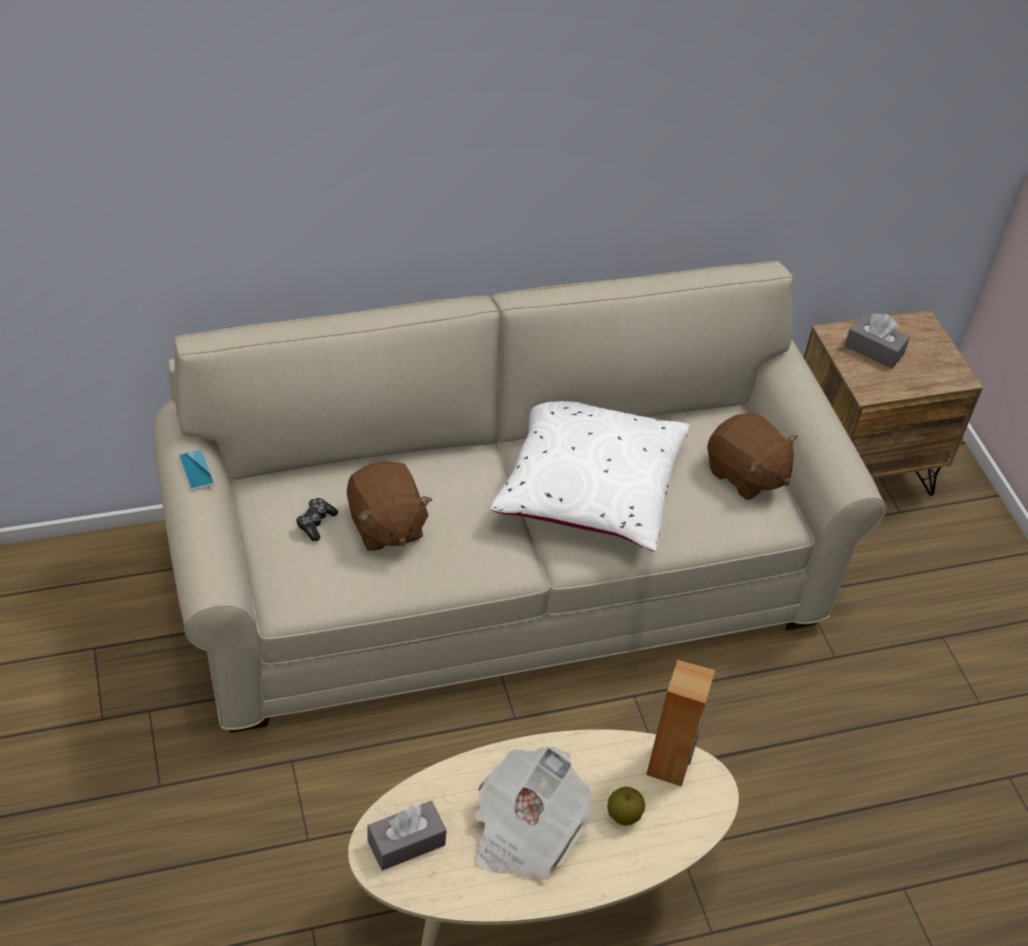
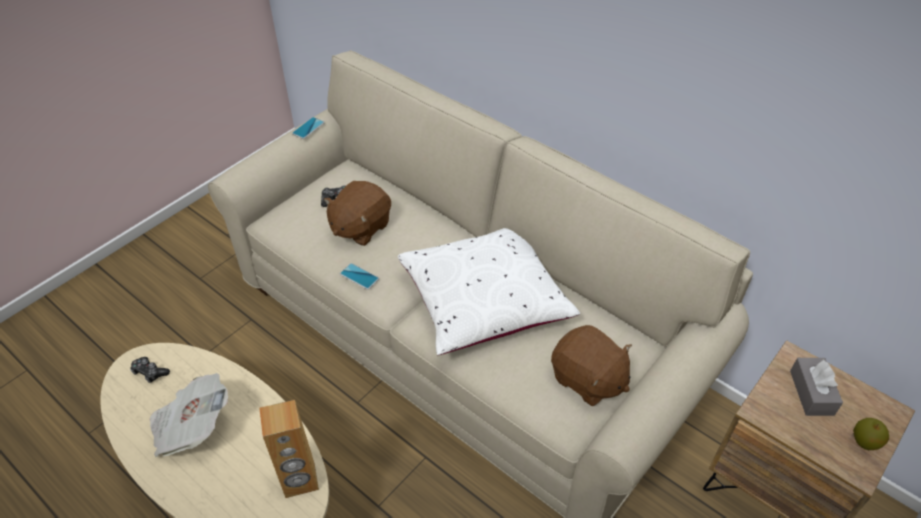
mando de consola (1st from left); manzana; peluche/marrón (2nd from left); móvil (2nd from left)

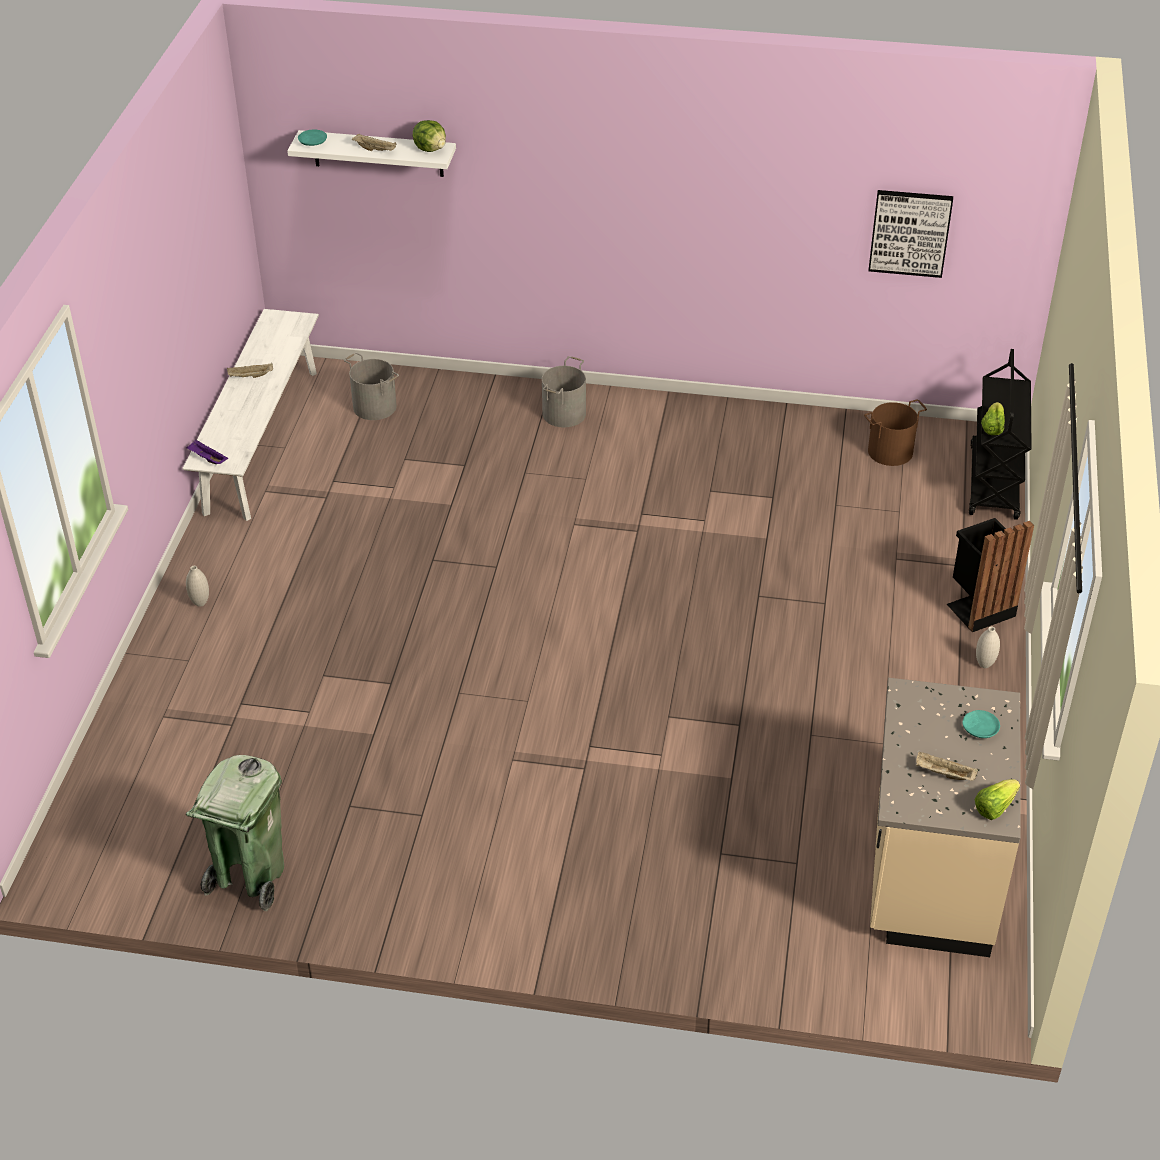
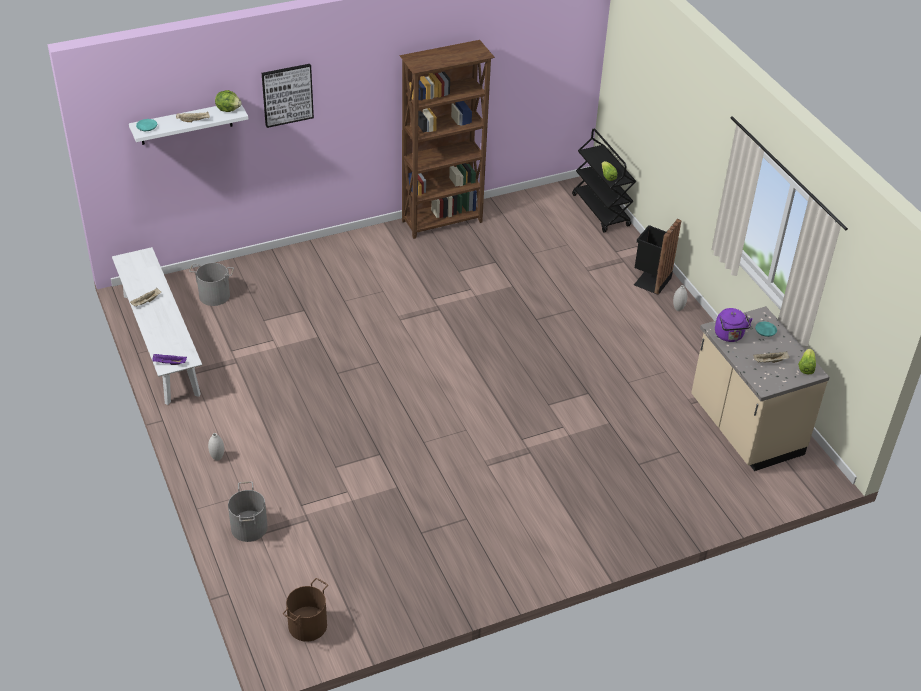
papelera/verde; cubo/gris (2nd from left); cubo/marrón; cuadro; estantería/marrón; hervidor/morado

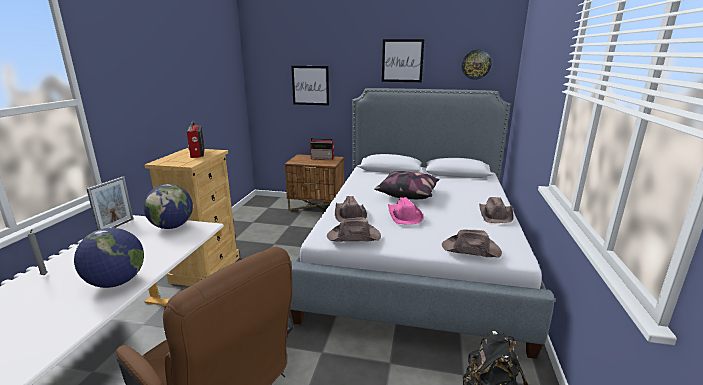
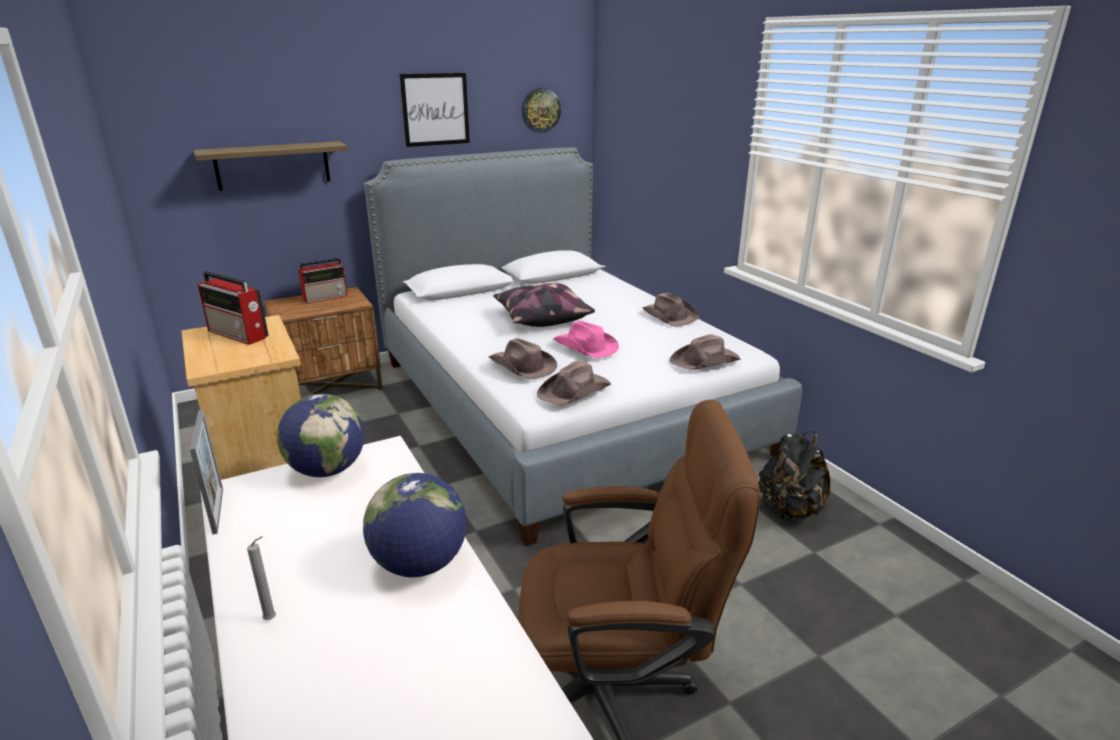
estante

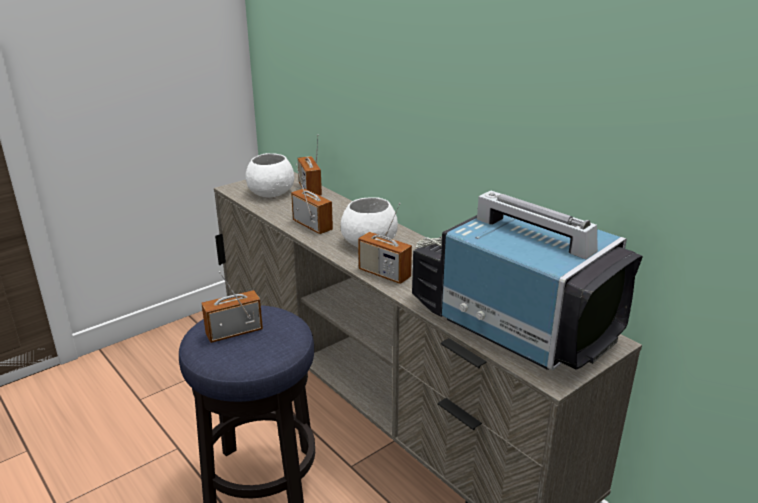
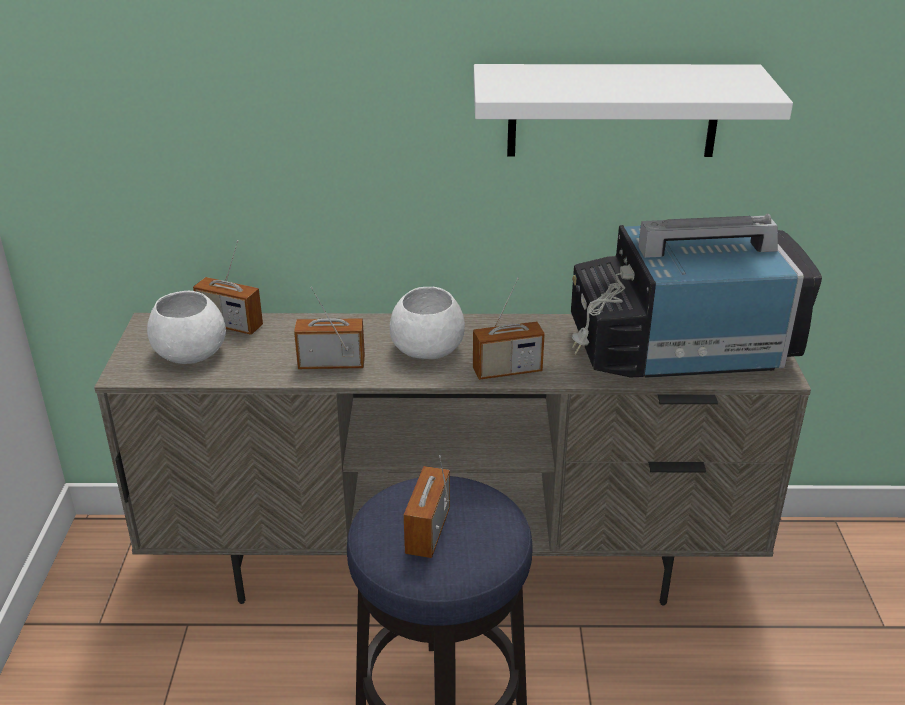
estante/blanco

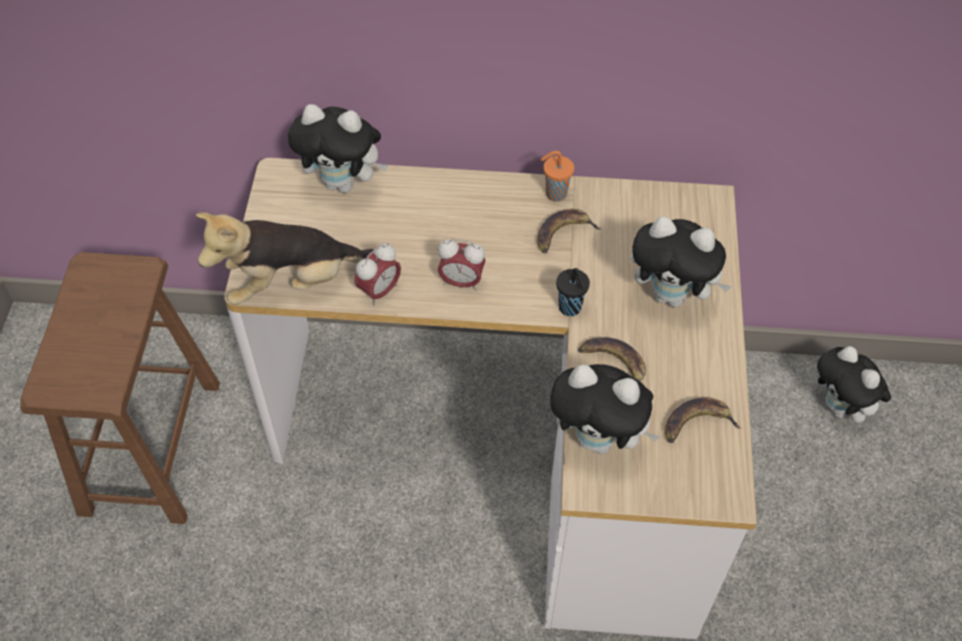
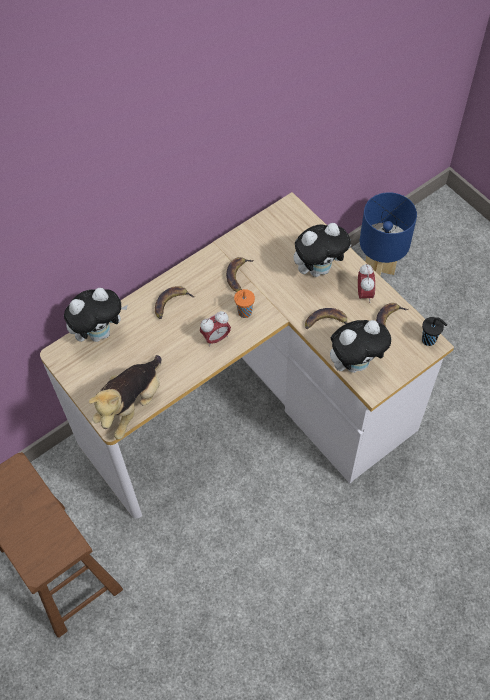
despertador (2nd from left); taza/naranja; taza/negro; lámpara de mesa/azul; plátano (1st from left)

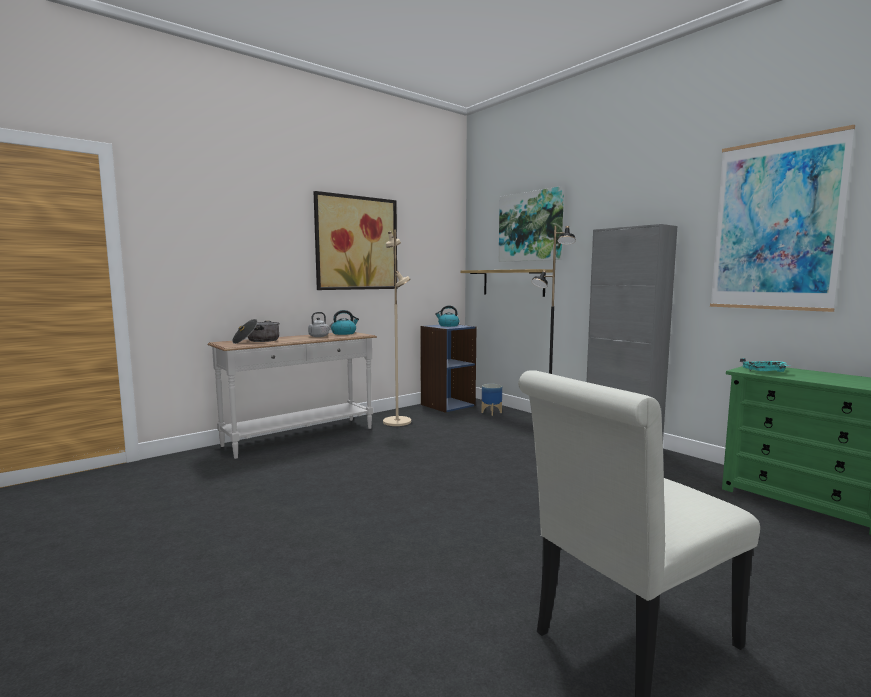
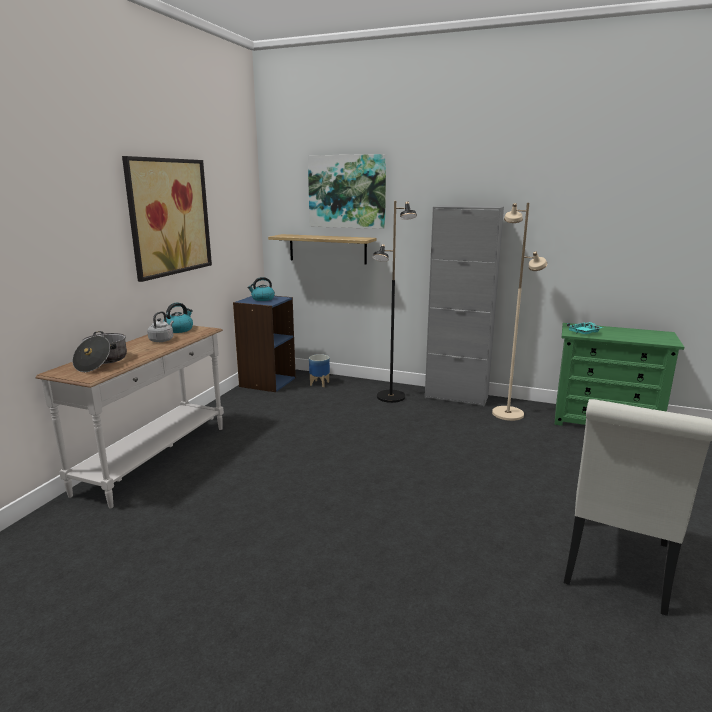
lámpara de pie/beis; cuadro (3rd from left in the first image)

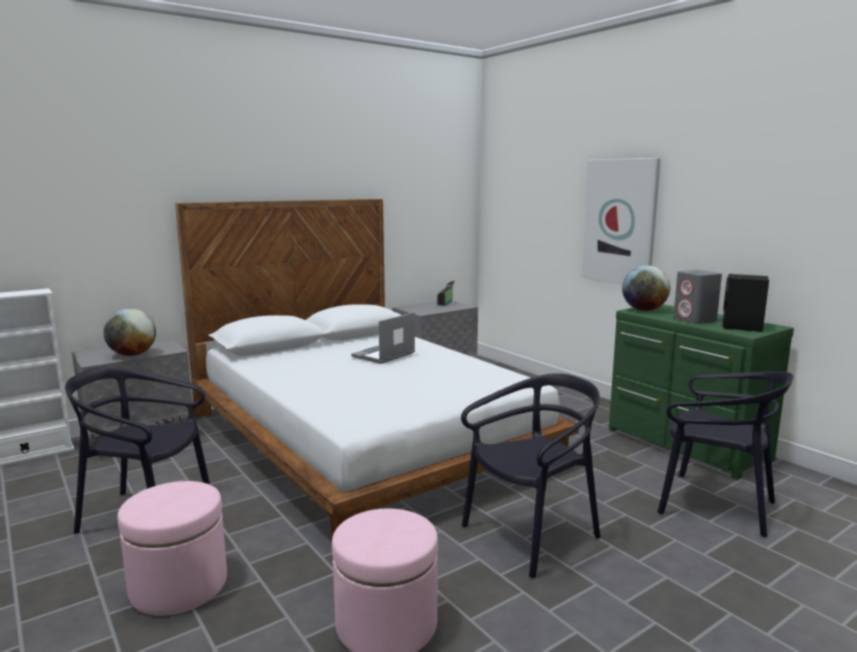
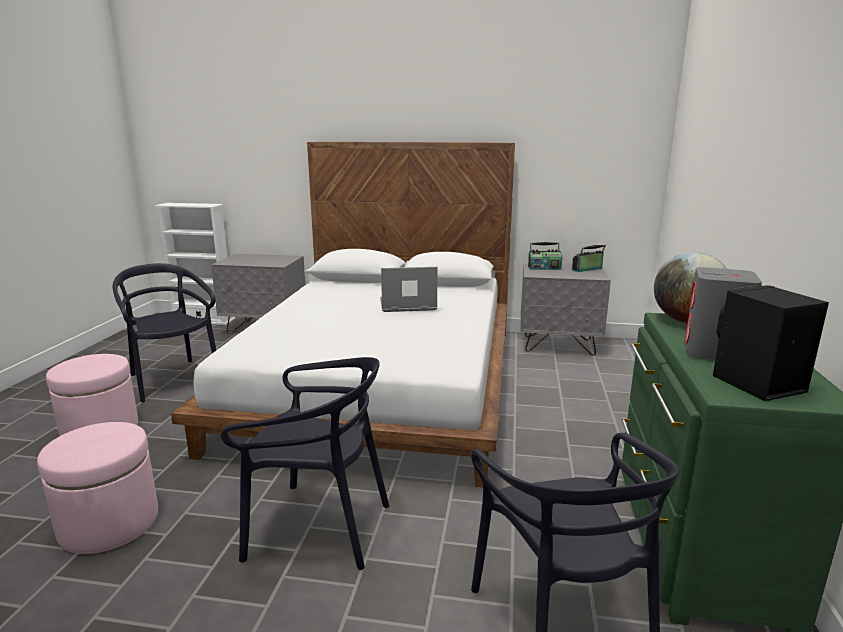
globo terráqueo (1st from left in the first image); cuadro; radio (1st from left)

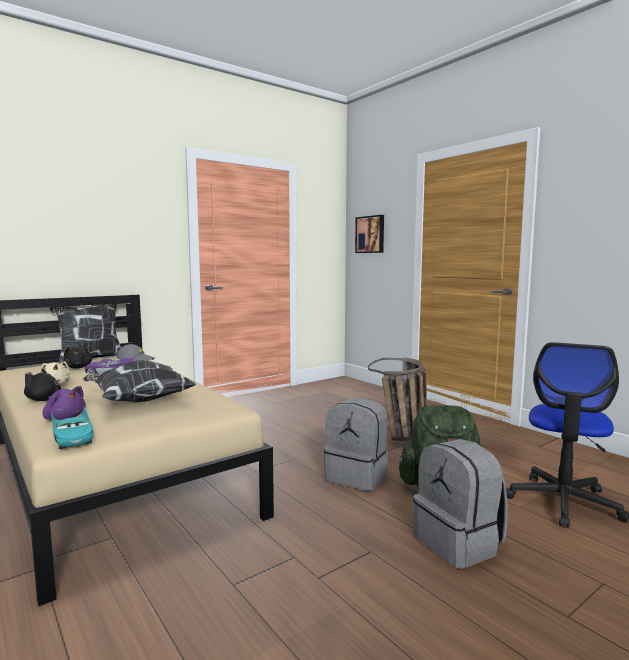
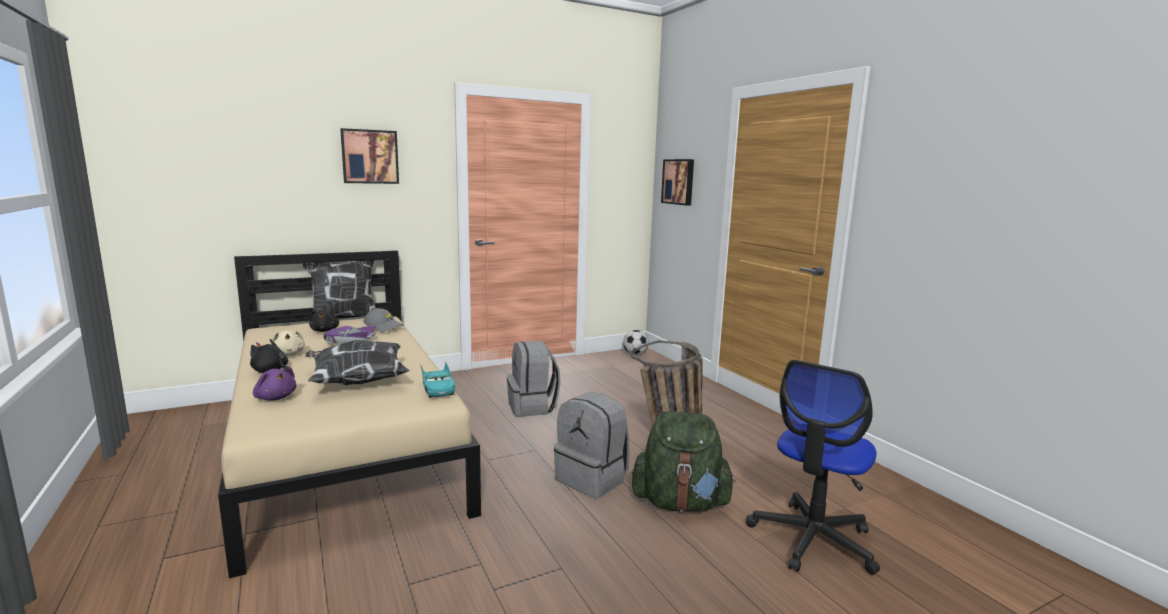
coche de juguete/turquesa; mochila/gris (1st from left); cuadro (1st from left); balón de fútbol

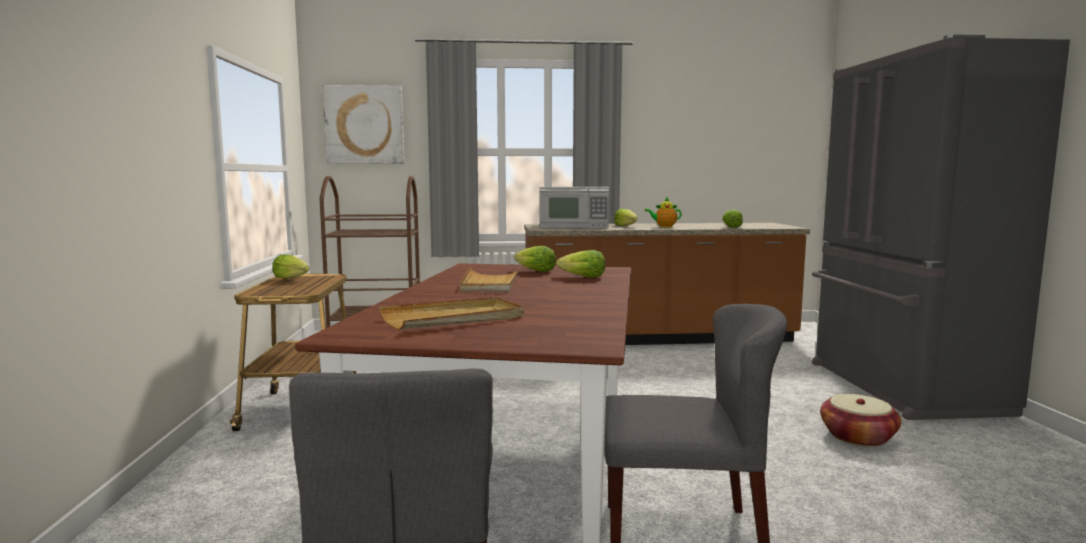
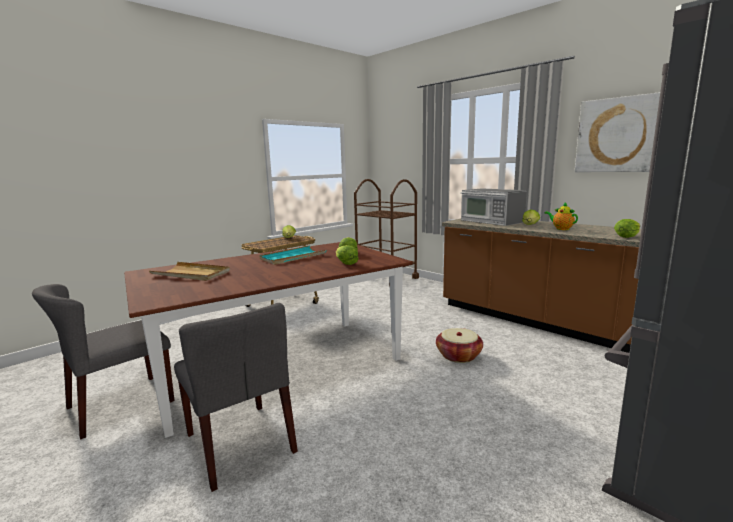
cuadro; bandeja/turquesa; cesta

